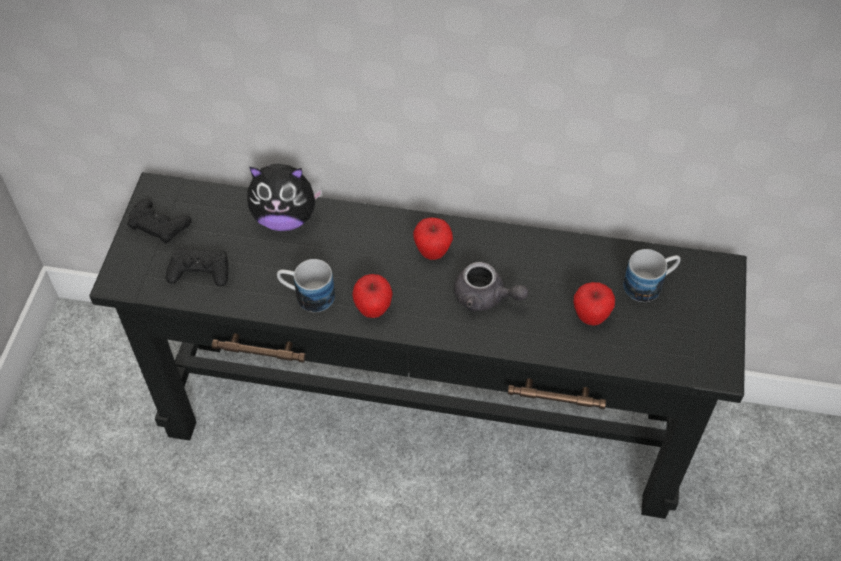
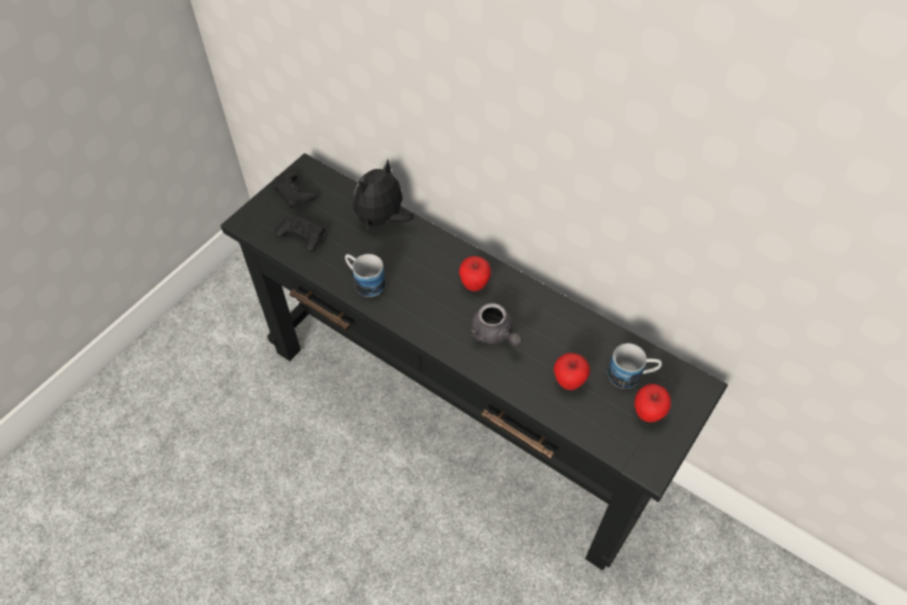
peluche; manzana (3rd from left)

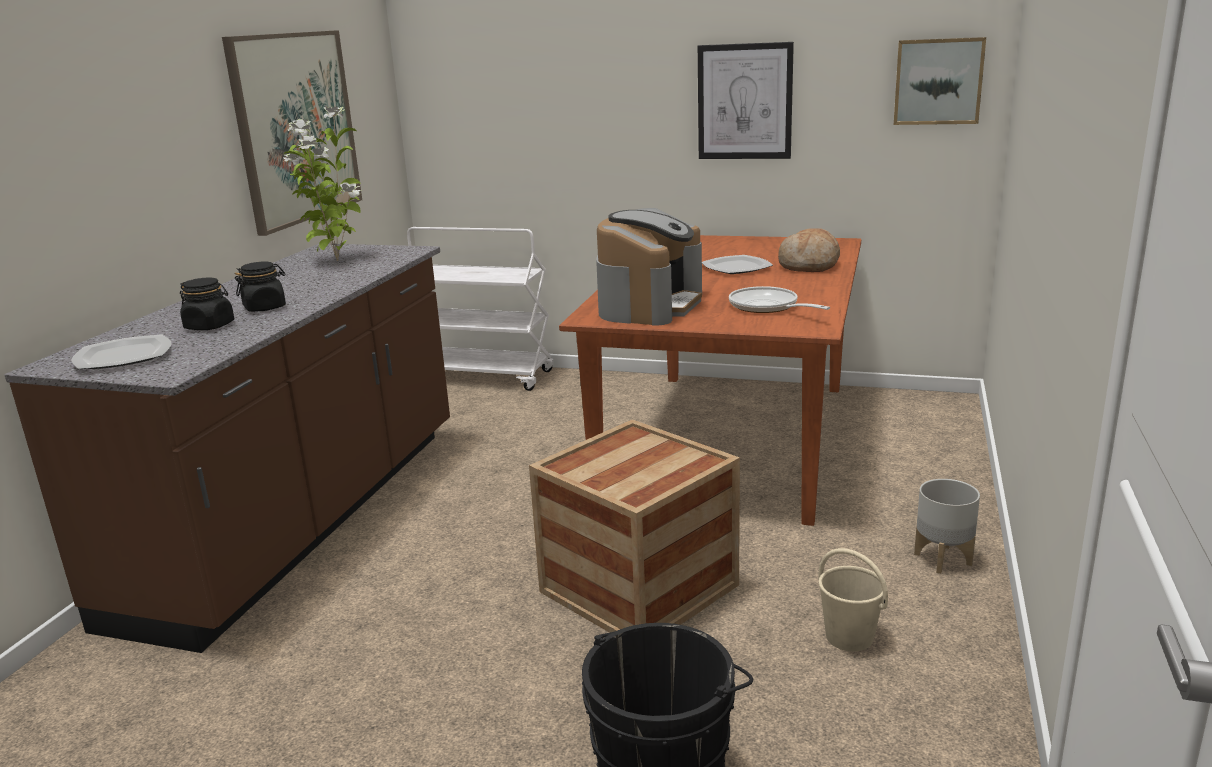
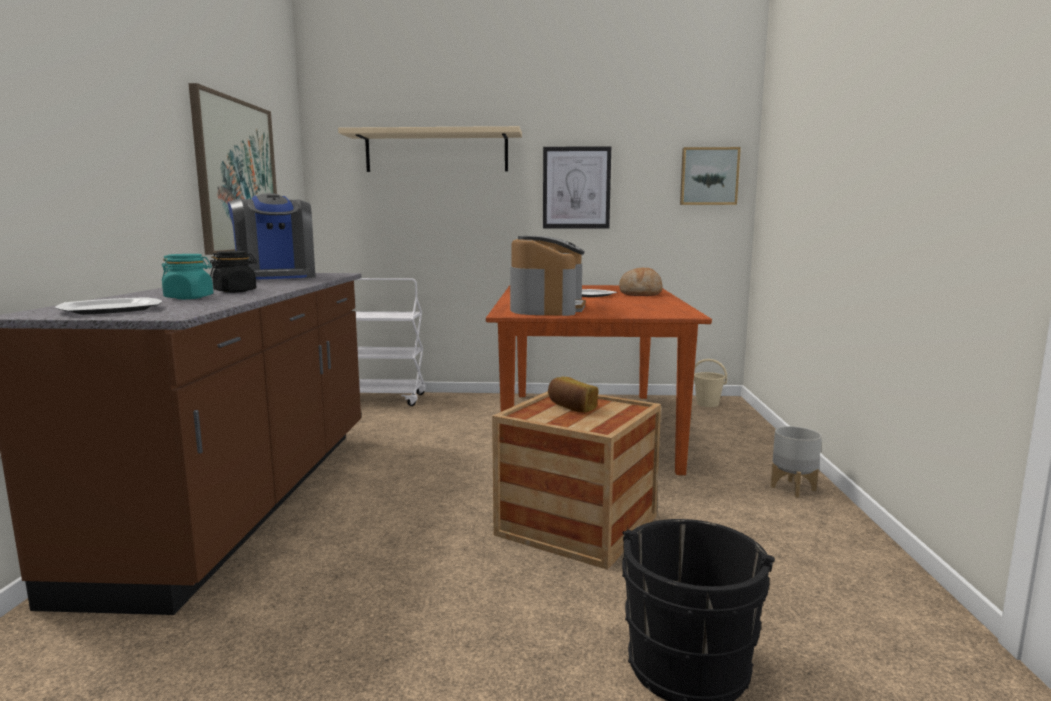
tarro/turquesa; cafetera (1st from left); sartén; cubo/beis; estante/beis; pan (1st from left)

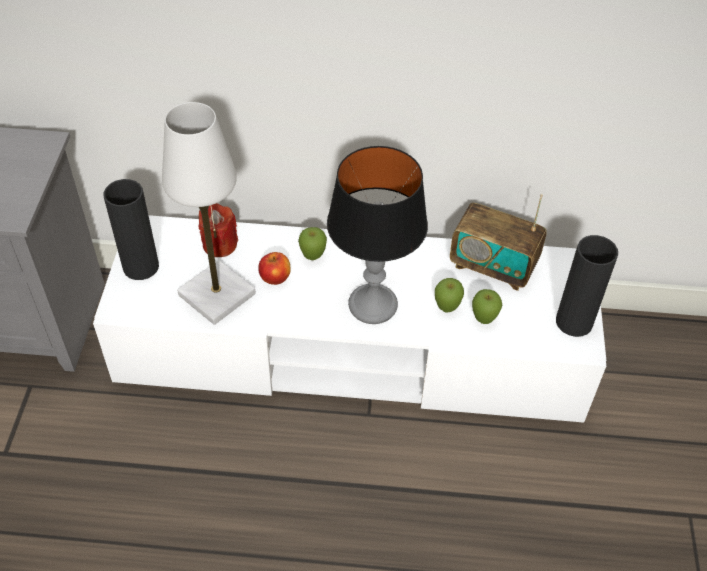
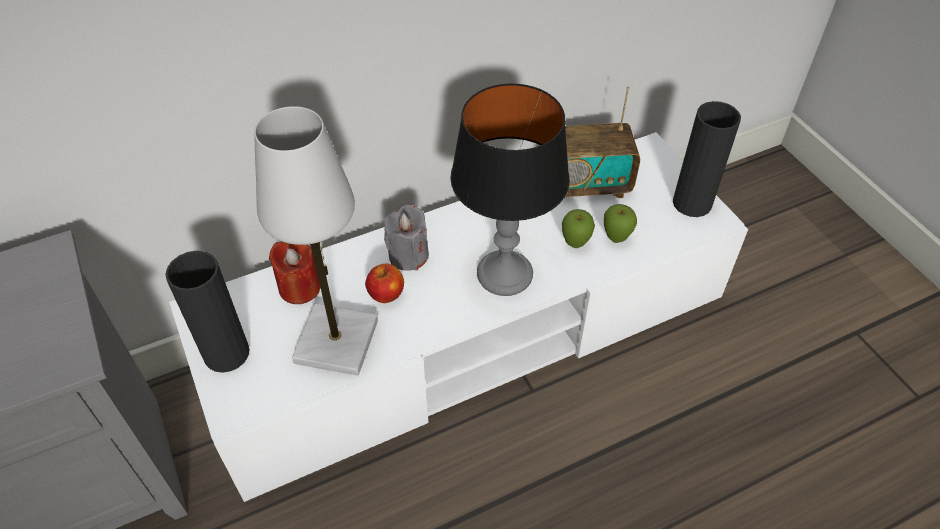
vela/gris

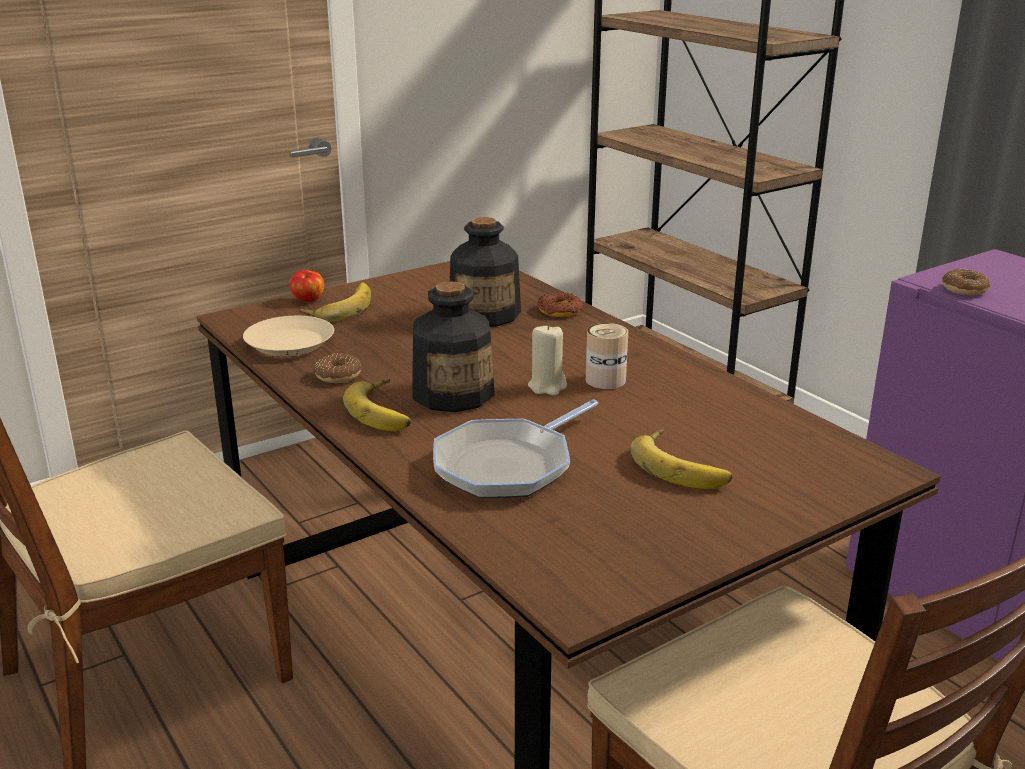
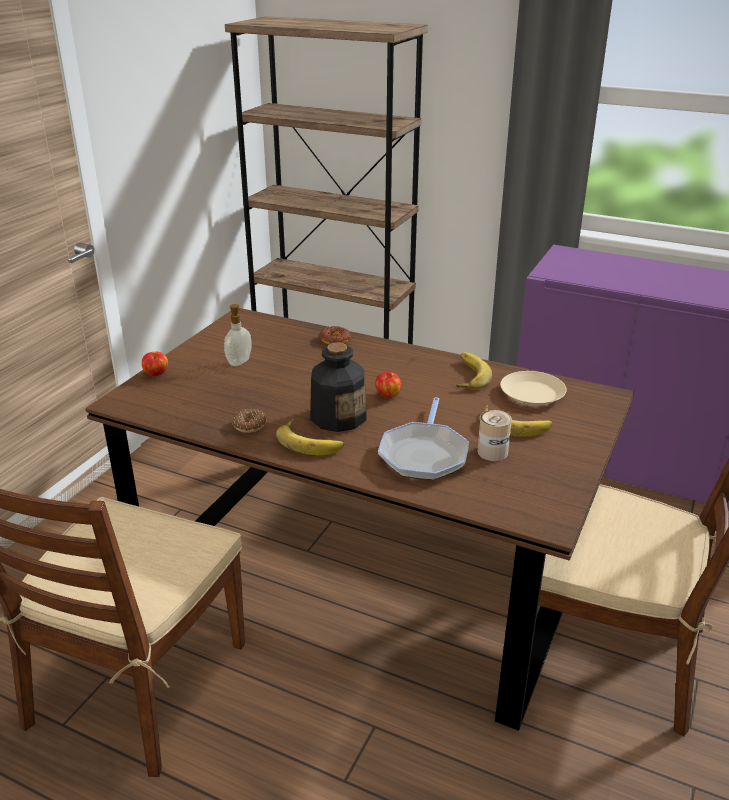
plato/beis; plátano (2nd from left); botella (2nd from left in the first image); manzana (2nd from left); lata; rosquilla (3rd from left in the first image); dispensador de jabón

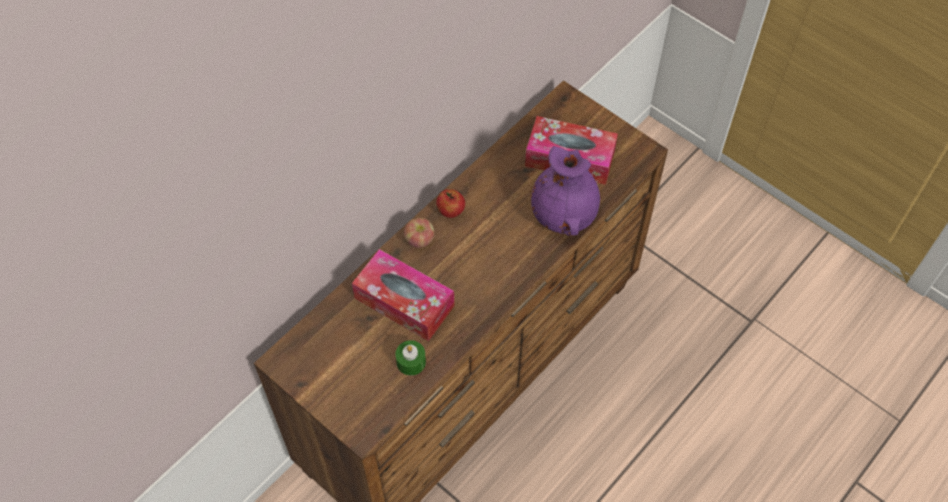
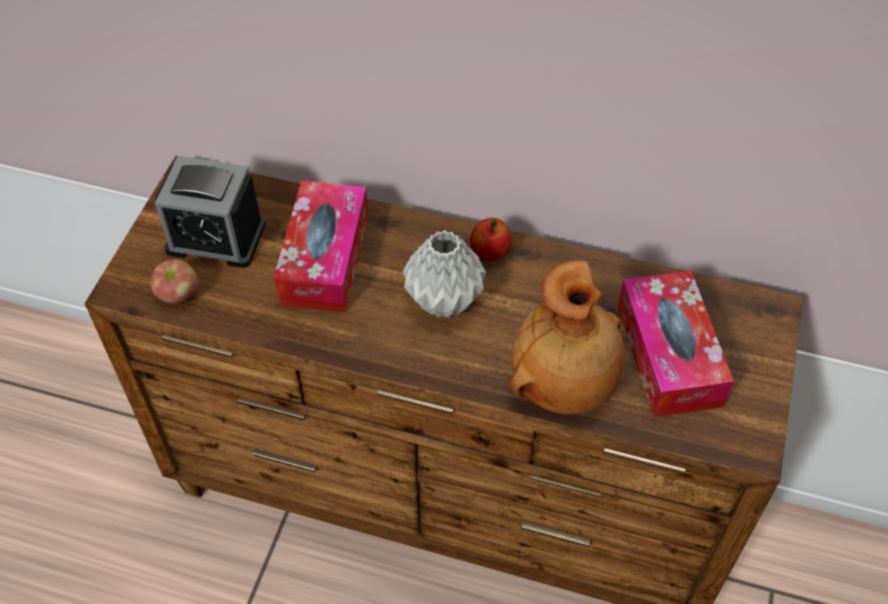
vela/verde; manzana (1st from left); florero/marrón; despertador; florero/gris

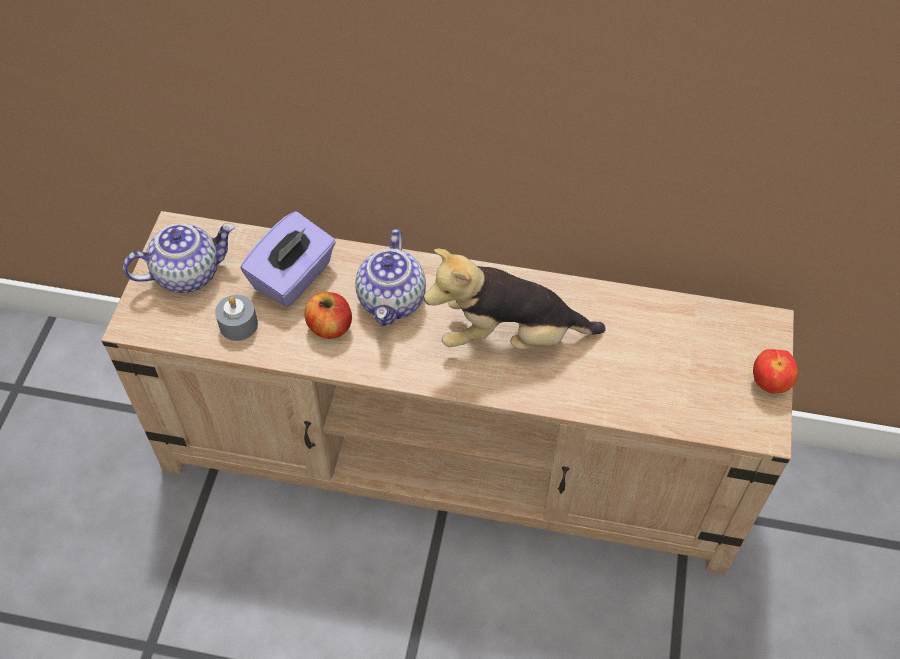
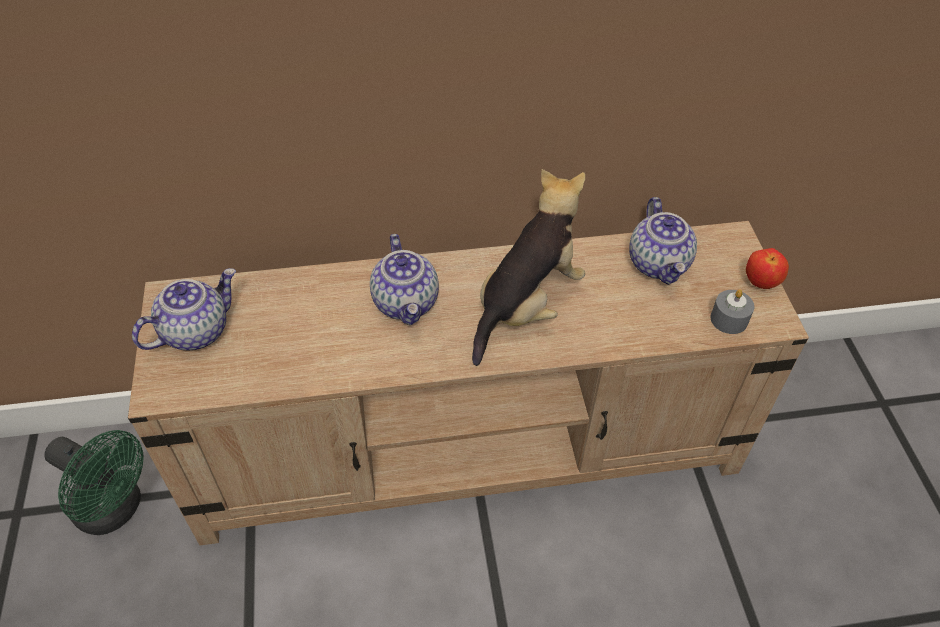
vela/gris; caja de pañuelos/morado; manzana (1st from left in the first image); peluche; ventilador/verde; tetera (3rd from left)

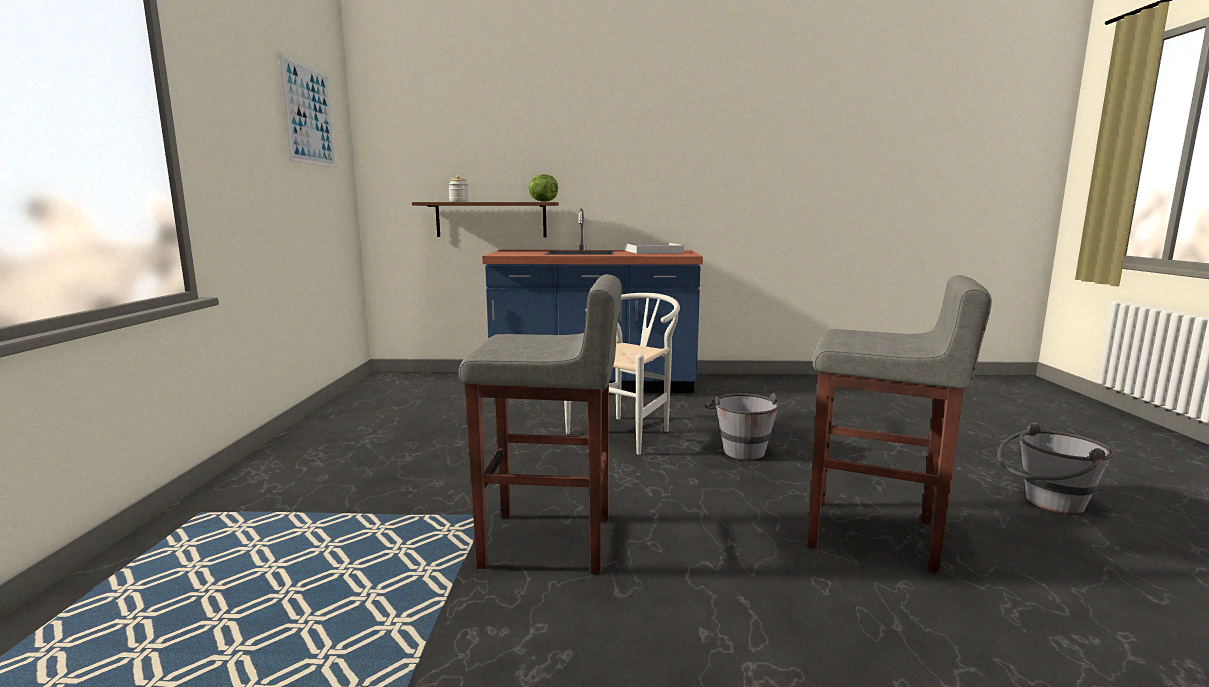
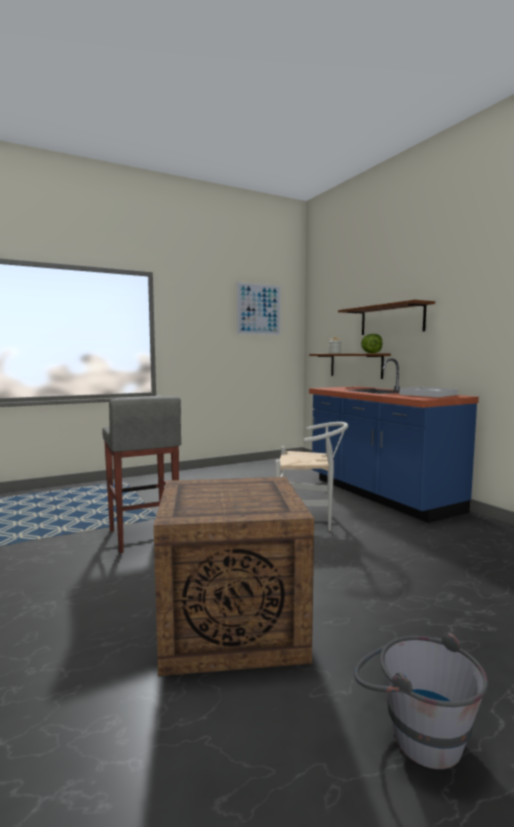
cubo/gris (1st from left in the first image); caja de embalaje; estante/marrón (2nd from left)

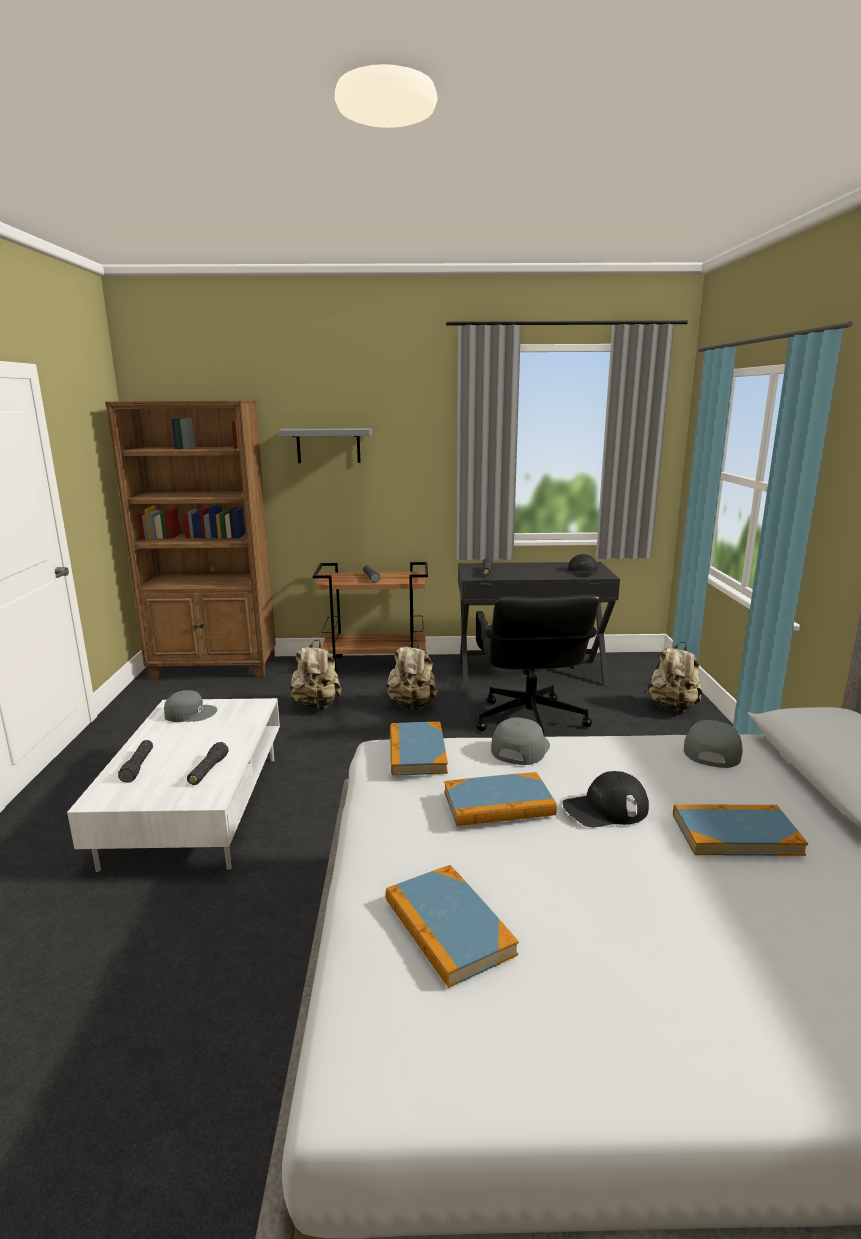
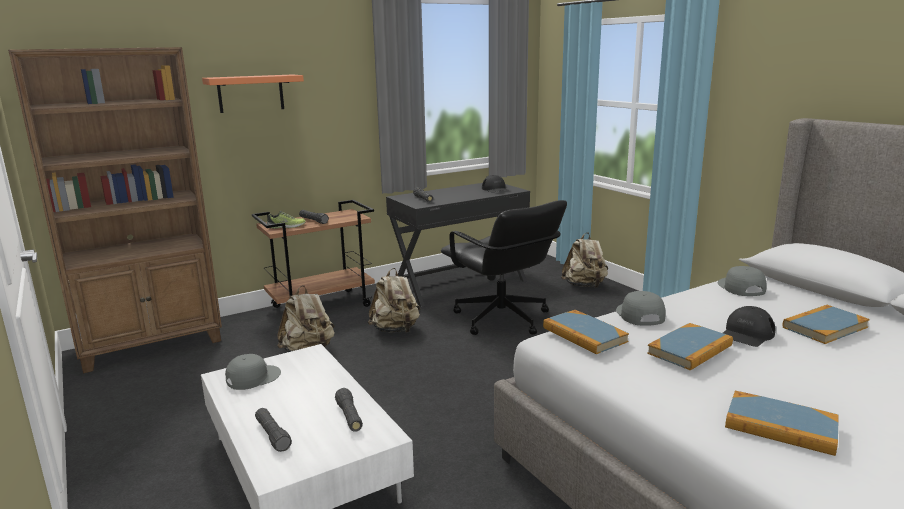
estante/naranja; zapato

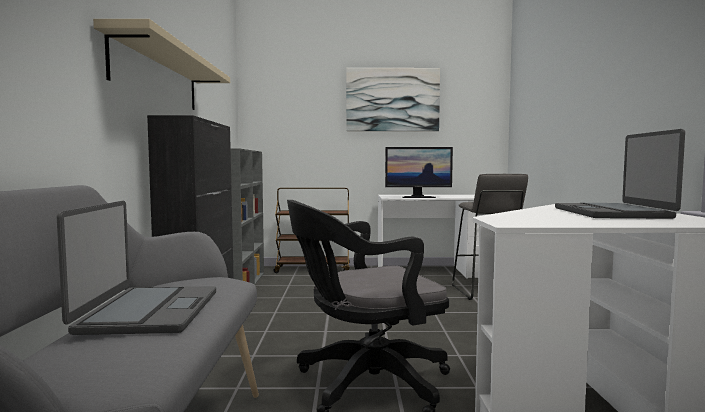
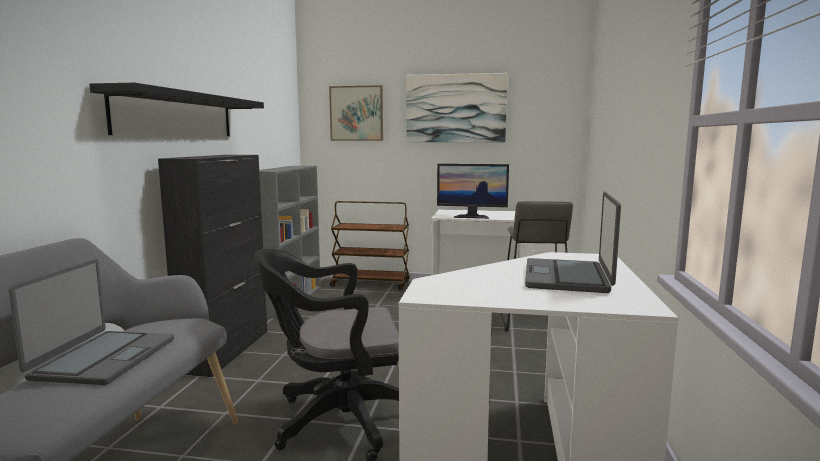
estante/negro; cuadro (1st from left)

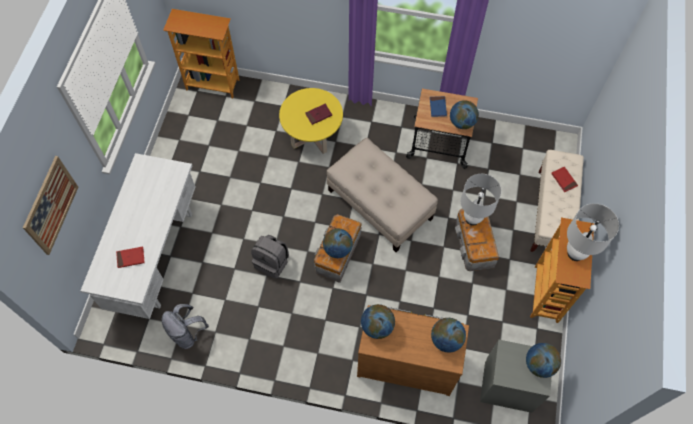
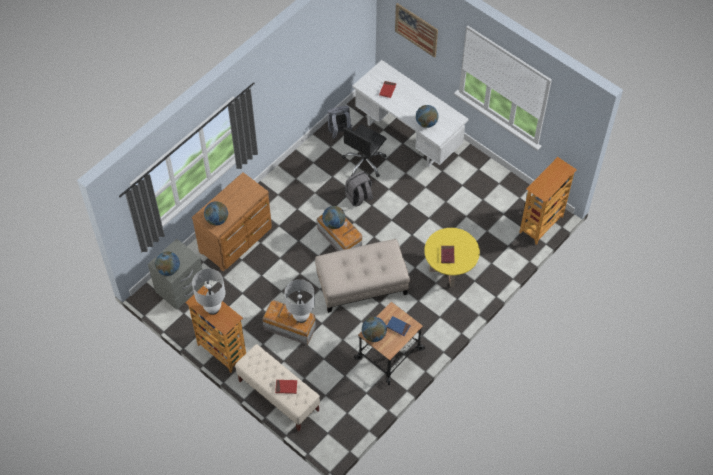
globo terráqueo (5th from left); silla de oficina/negro

